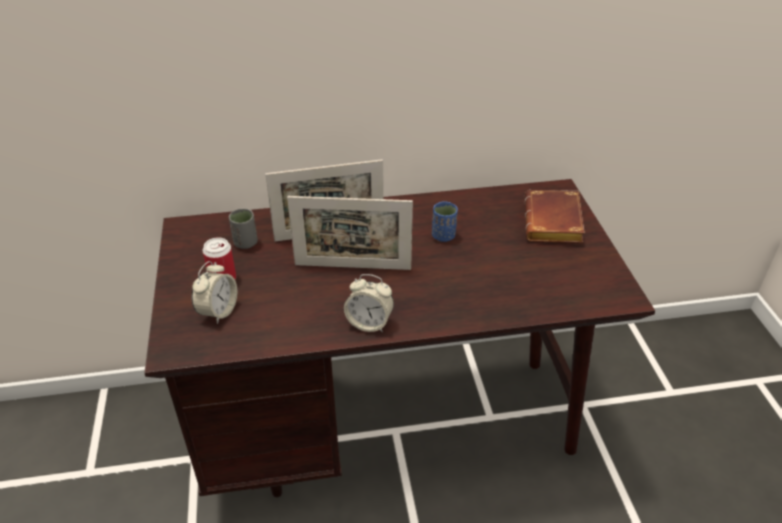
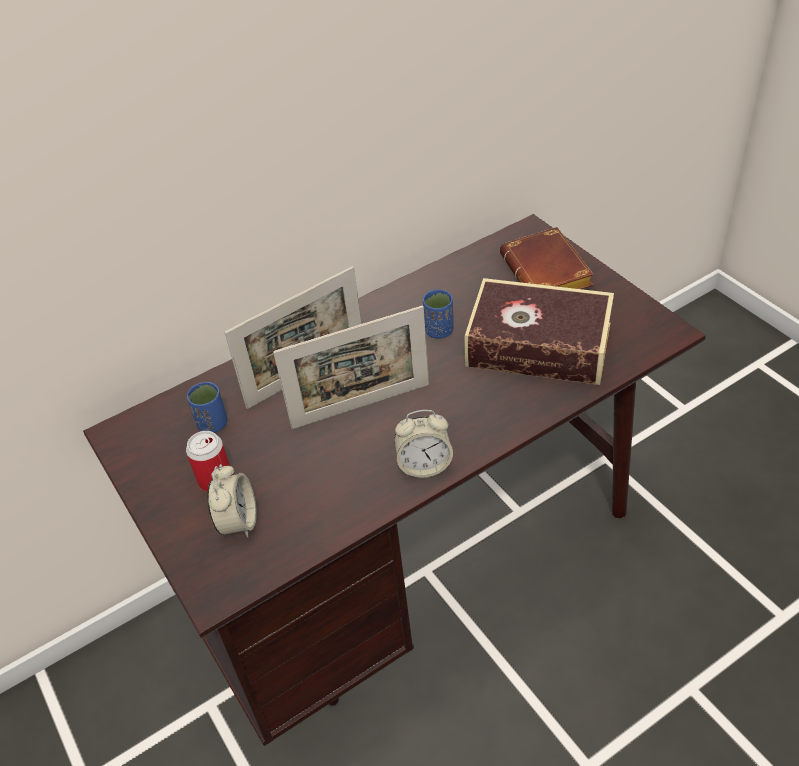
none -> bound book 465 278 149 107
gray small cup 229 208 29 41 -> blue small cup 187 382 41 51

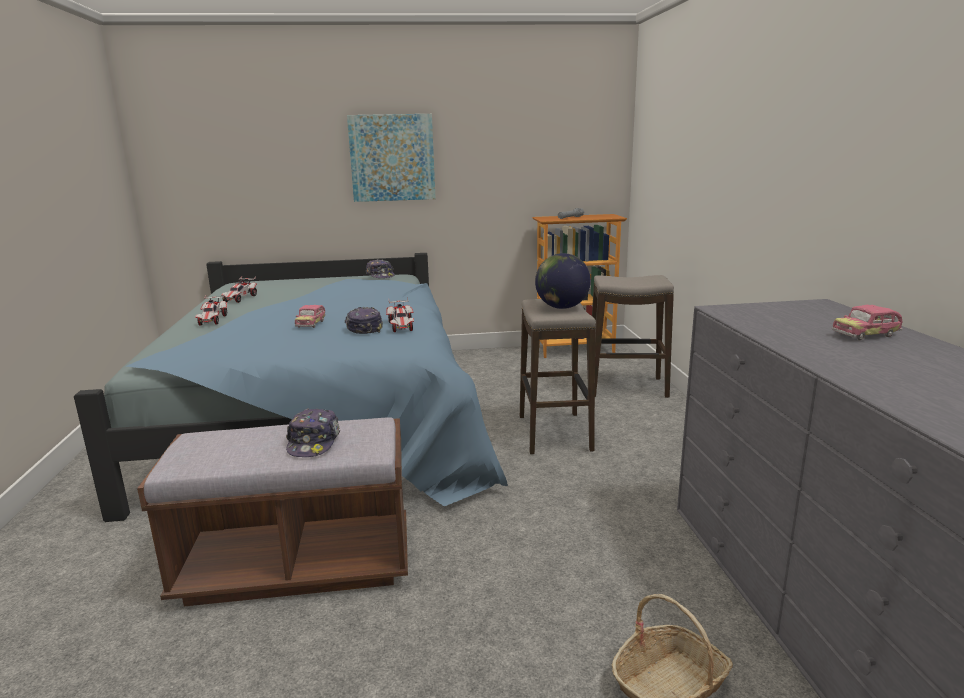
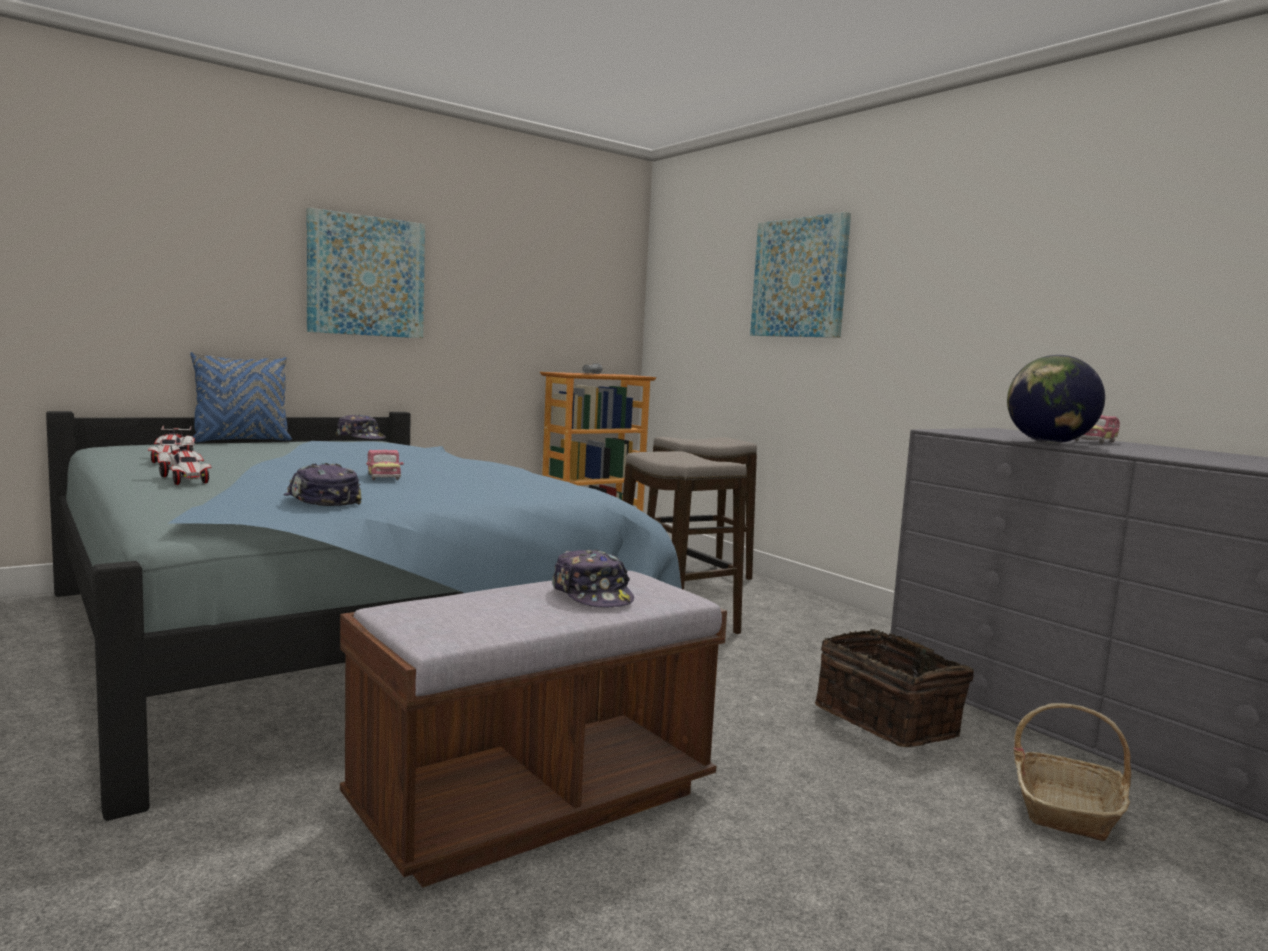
toy car 386 297 28 35 -> none
none -> blue throw pillow 190 352 102 91
none -> wall art 750 212 101 126
none -> basket 815 629 159 118
peaked cap 345 307 38 27 -> peaked cap 283 463 79 43, moved
globe 535 253 56 56 -> globe 1007 355 98 88, moved

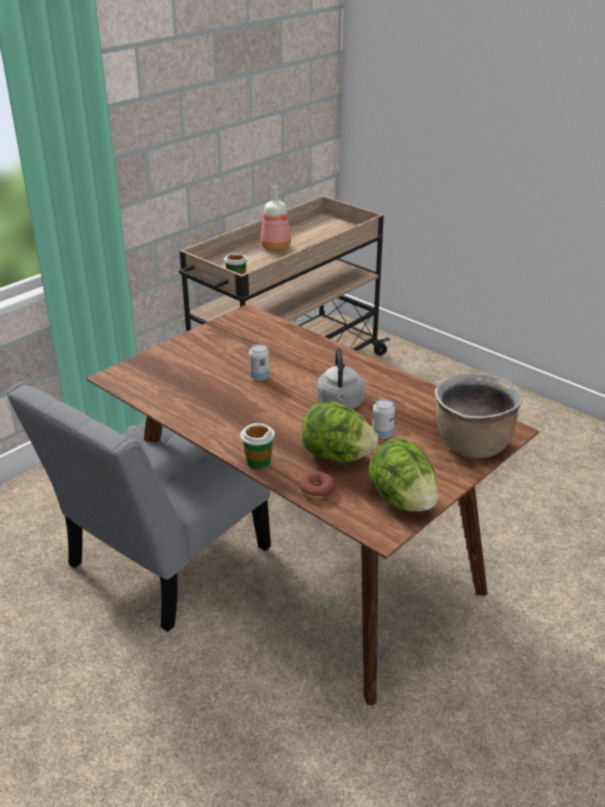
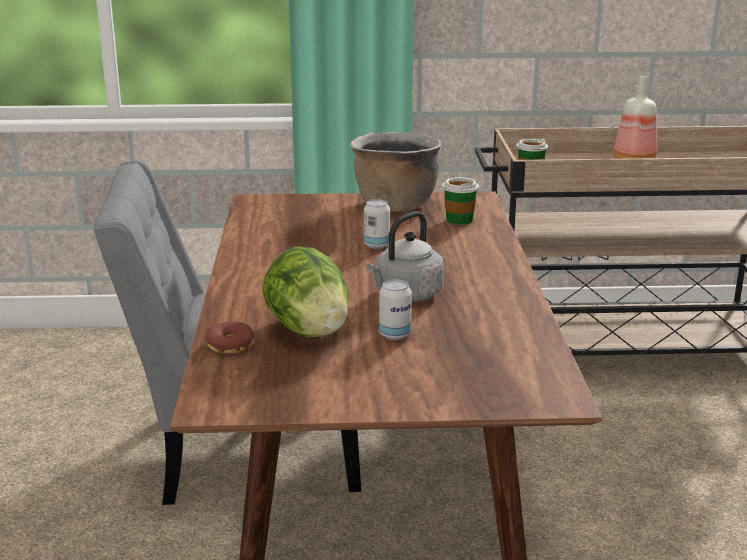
head of lettuce 369 438 69 74 -> none
small cup 240 423 35 46 -> small cup 442 177 37 48, moved
brownish stockpot 434 374 89 84 -> brownish stockpot 350 132 91 80, moved

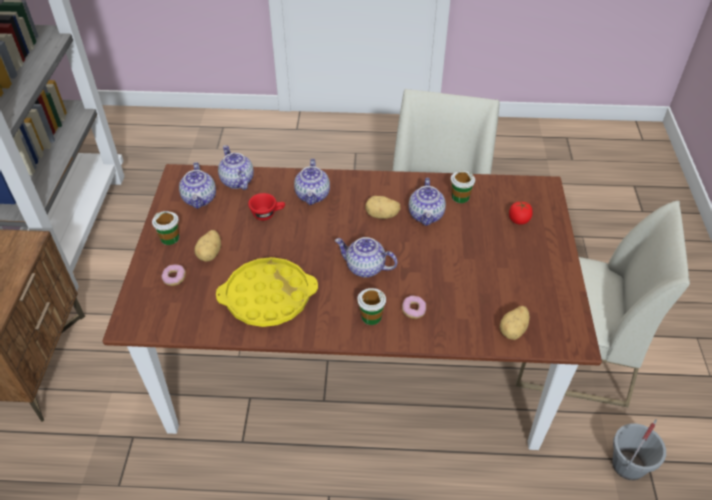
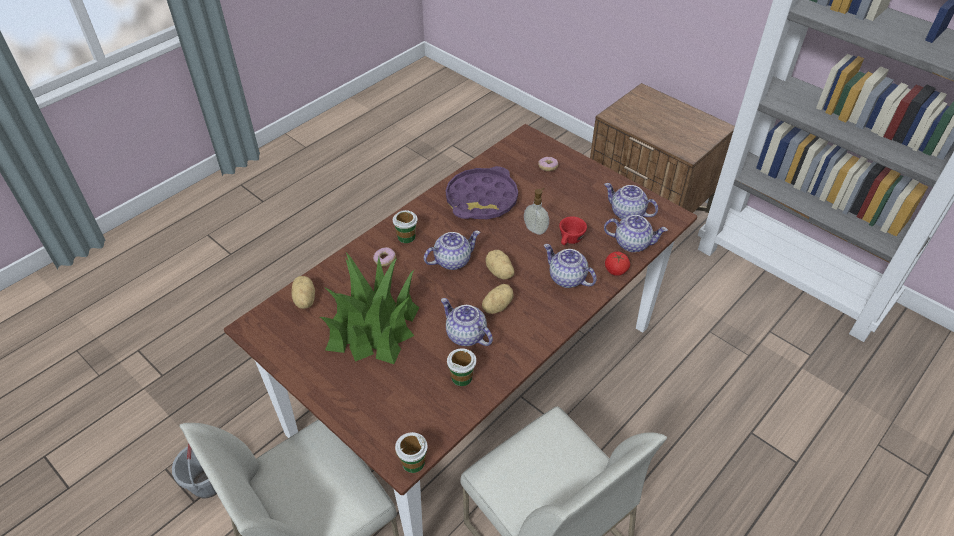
none -> potted plant 319 252 100 112
none -> soap bottle 524 188 25 47
small cup 152 211 27 34 -> small cup 395 432 33 41, moved
whole potato 194 230 27 32 -> whole potato 485 250 29 30, moved
fresh tomato 509 202 24 23 -> fresh tomato 605 252 25 24, moved
yellow carrying tray 216 257 102 70 -> purplish carrying tray 446 166 72 53

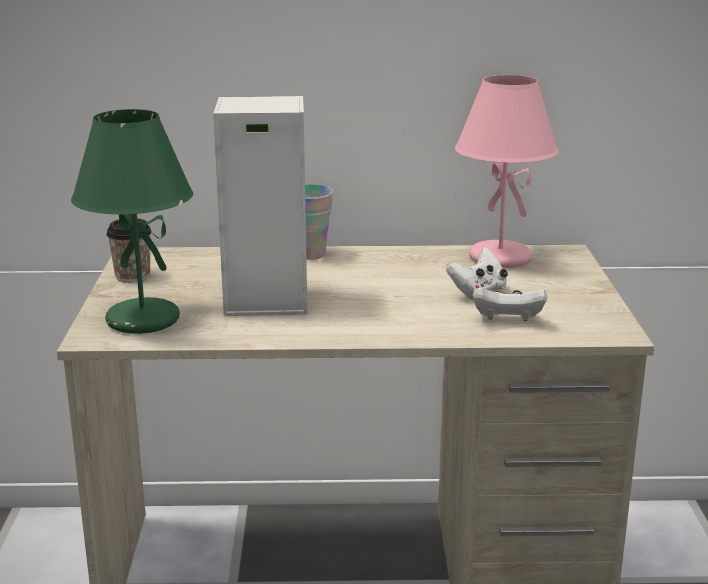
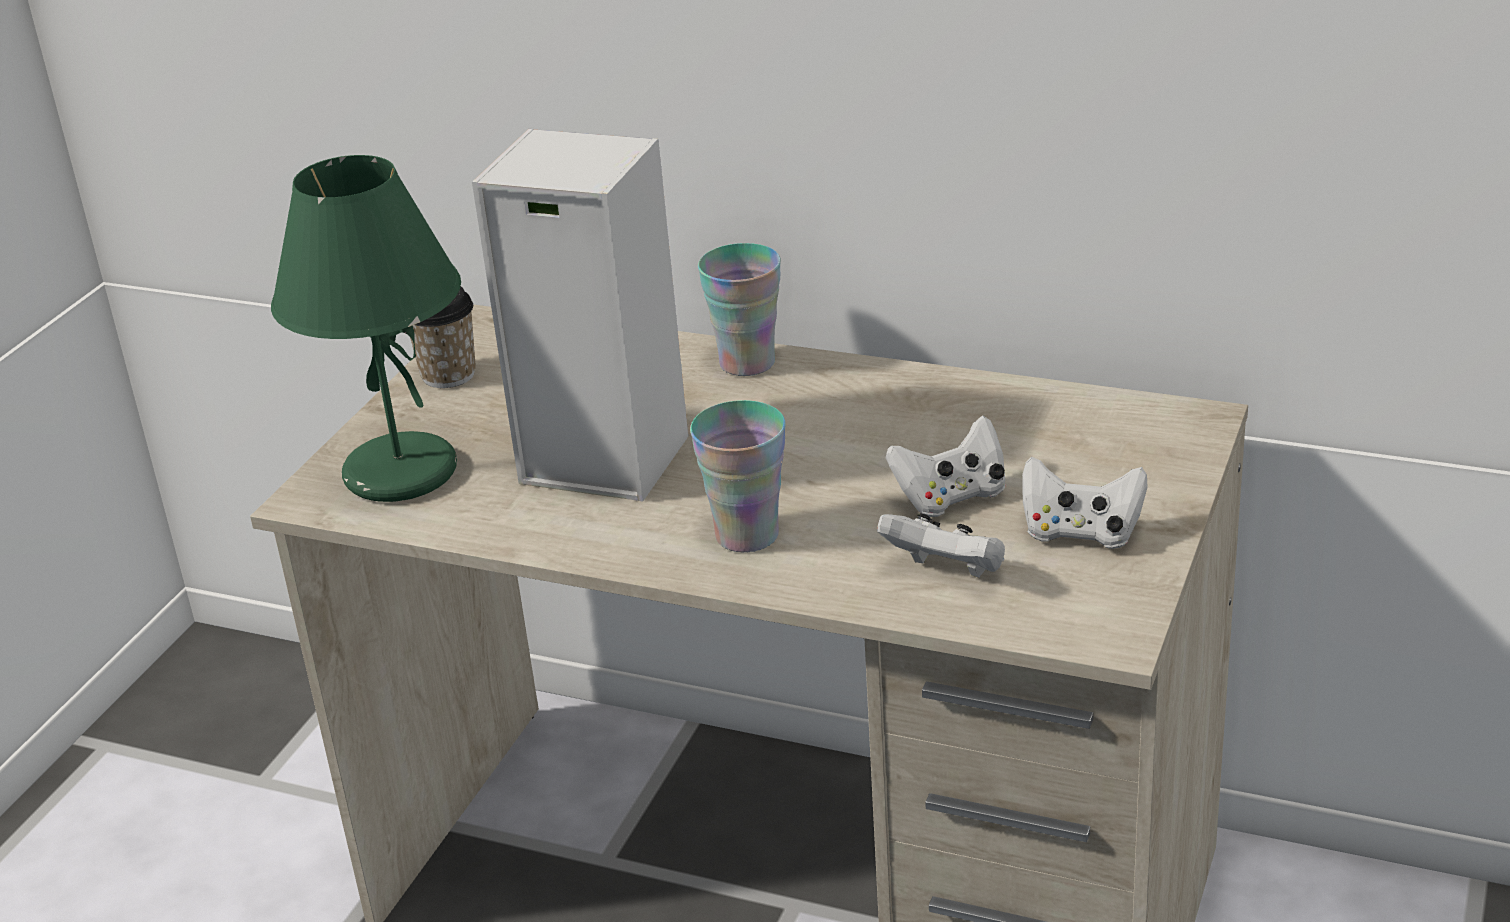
pinkish table lamp 455 75 104 193 -> none
none -> small cup 690 400 96 153
none -> white game controller 1022 457 126 92

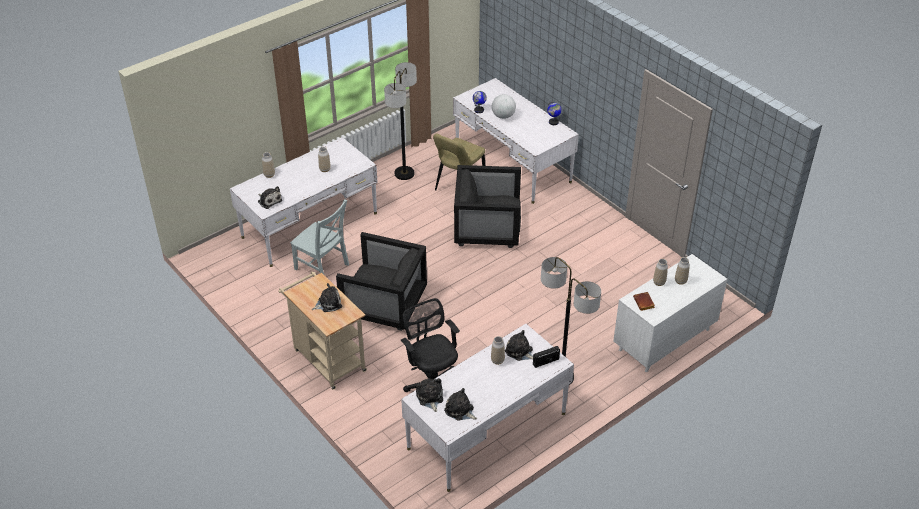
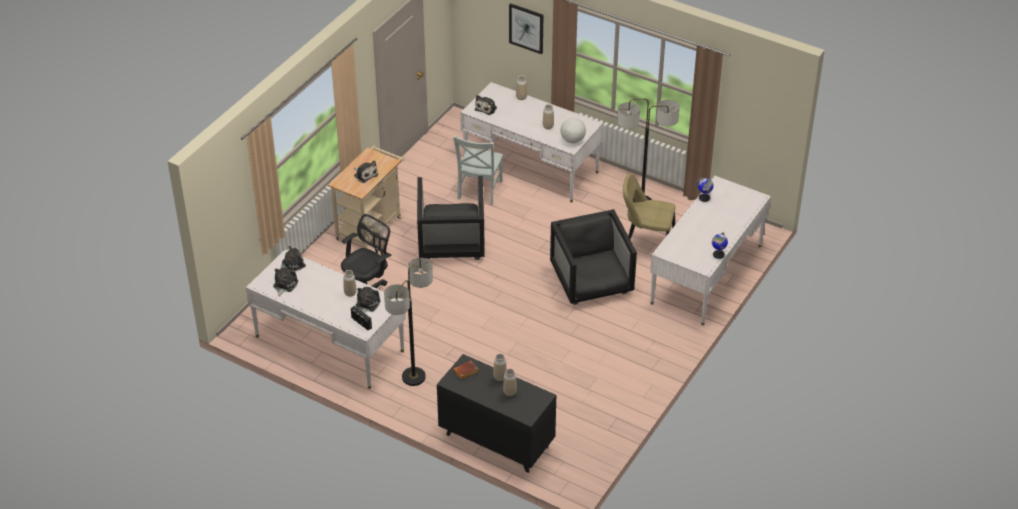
none -> wall art 509 3 34 51
globe 492 94 24 25 -> globe 560 118 26 25, moved
white drawer chest 613 254 114 118 -> black drawer chest 437 354 120 119

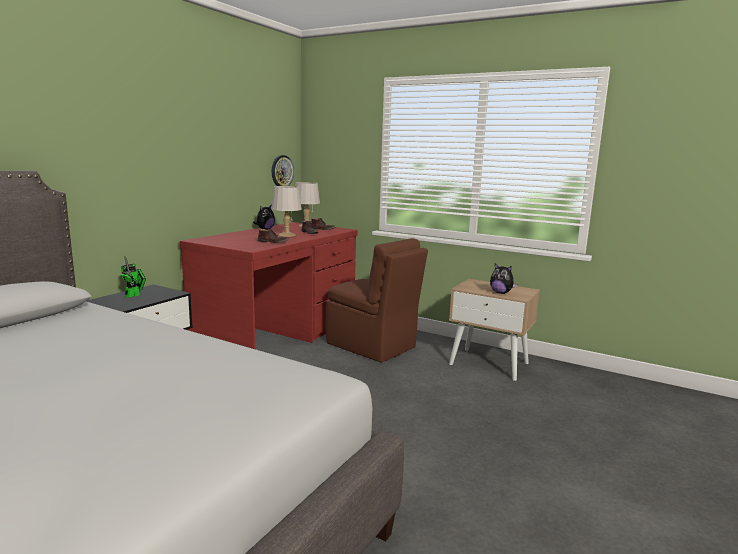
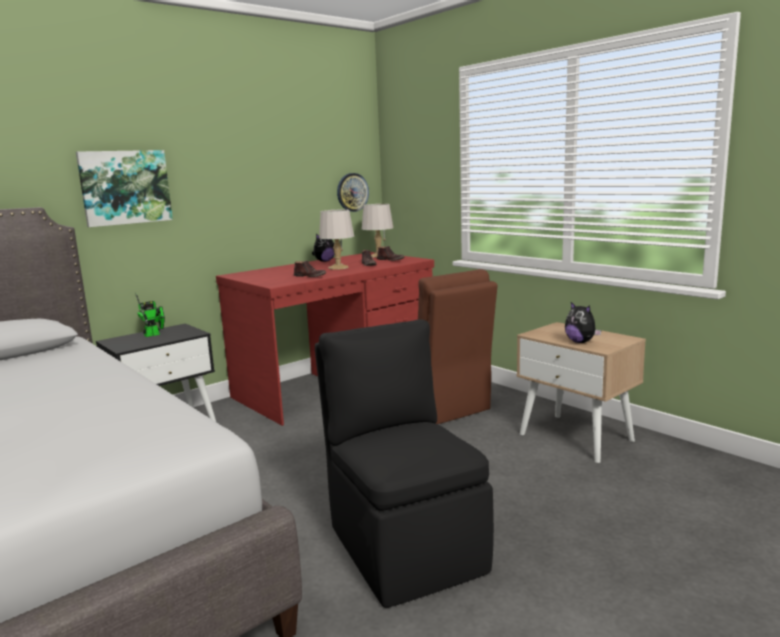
none -> wall art 76 150 97 77
none -> black chair 315 319 179 289

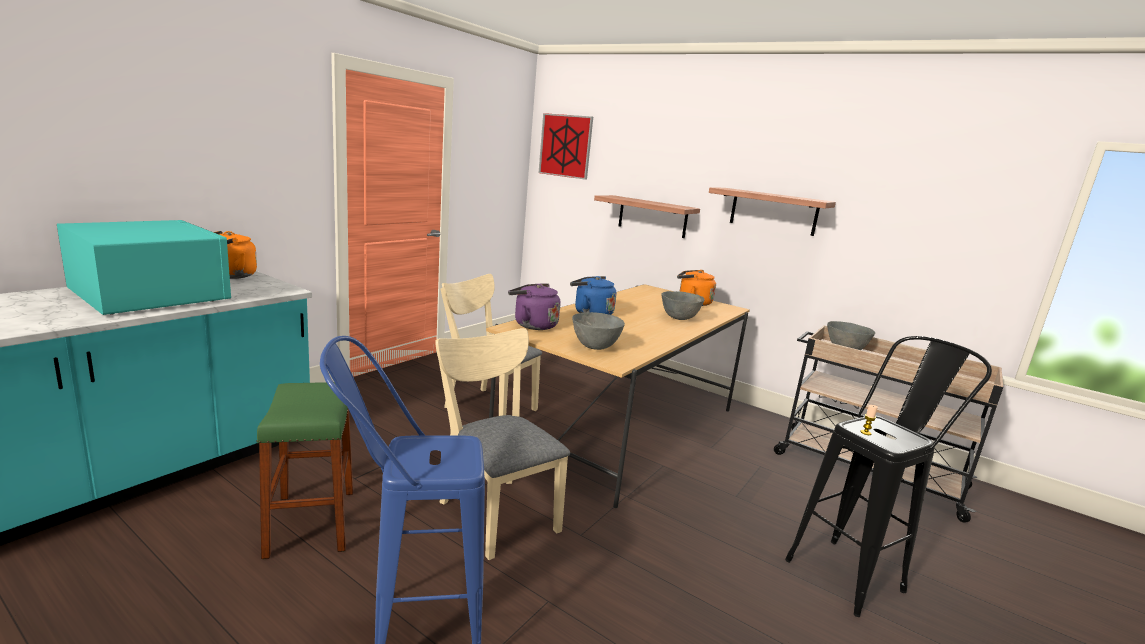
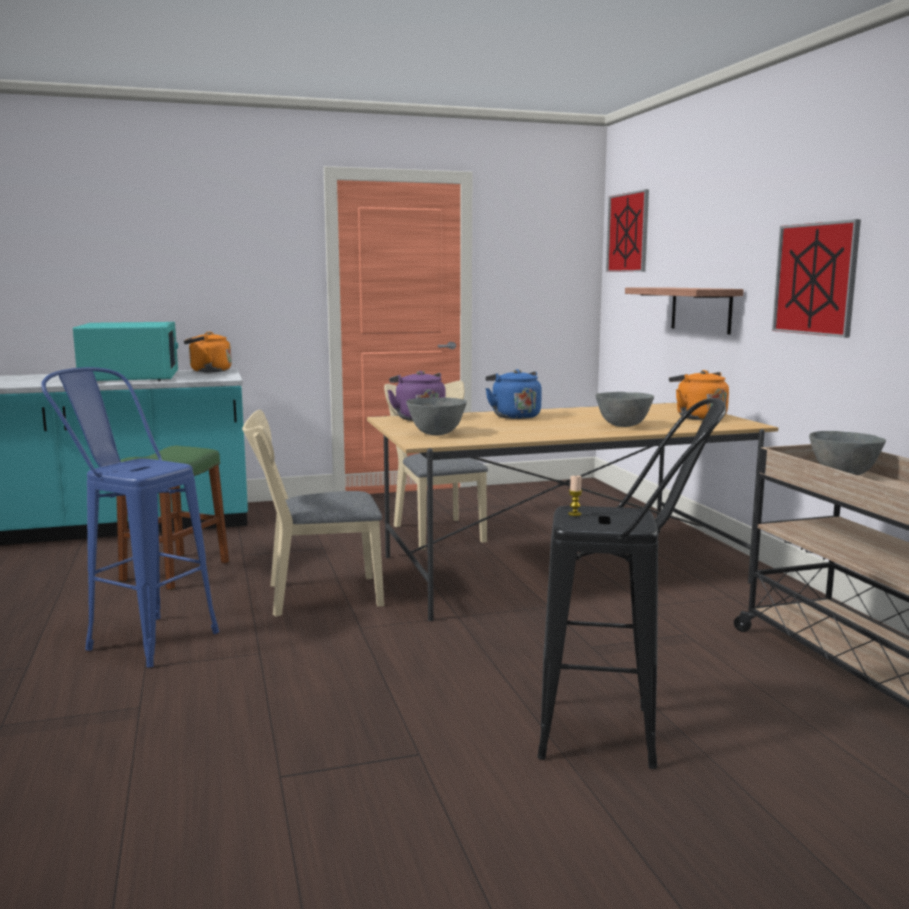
wall shelf 709 188 127 48 -> wall art 772 219 89 119
beige chair 435 328 135 232 -> beige chair 242 410 142 207, 105 degrees counterclockwise

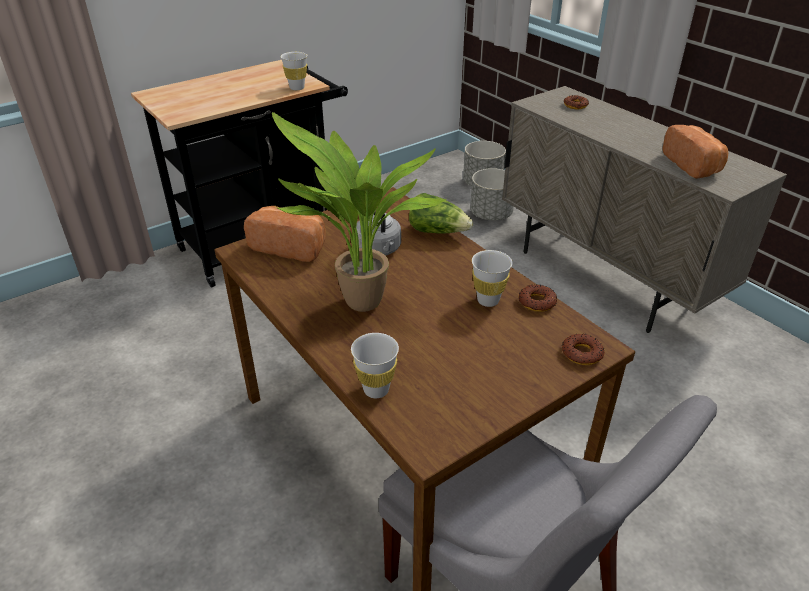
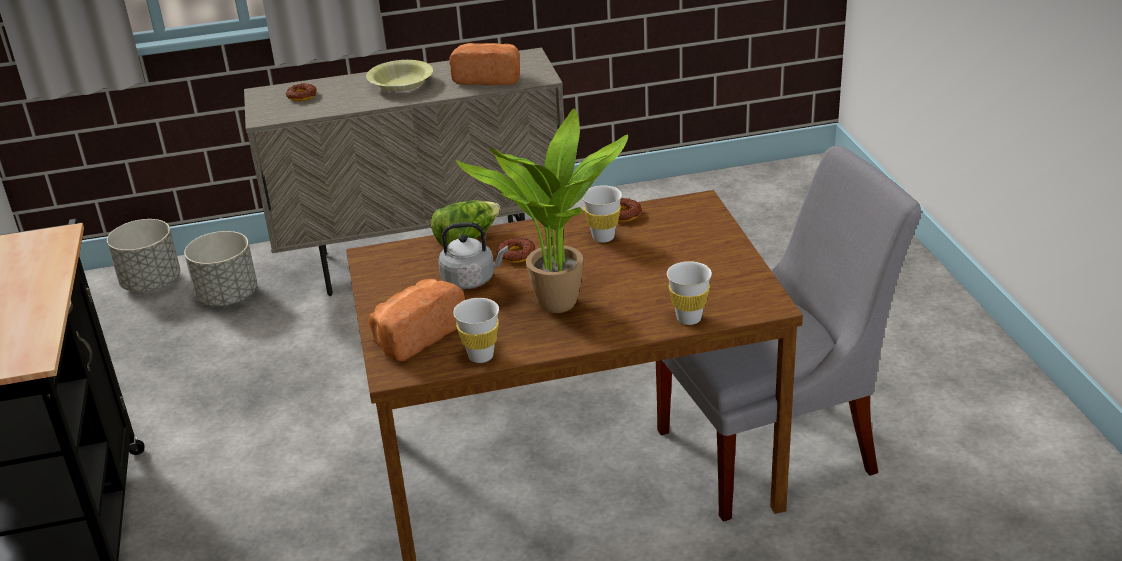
none -> yellow deep dish 366 60 67 32
white small cup 281 52 26 38 -> white small cup 453 298 46 65, moved
ring doughnut 562 334 43 31 -> ring doughnut 497 237 38 26, moved

